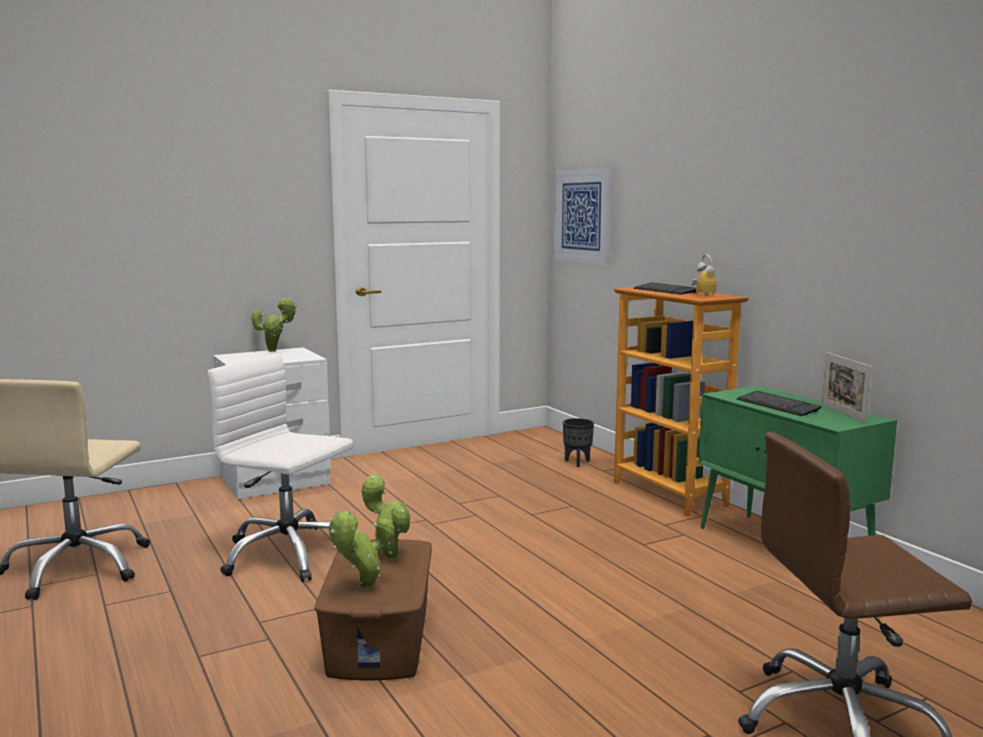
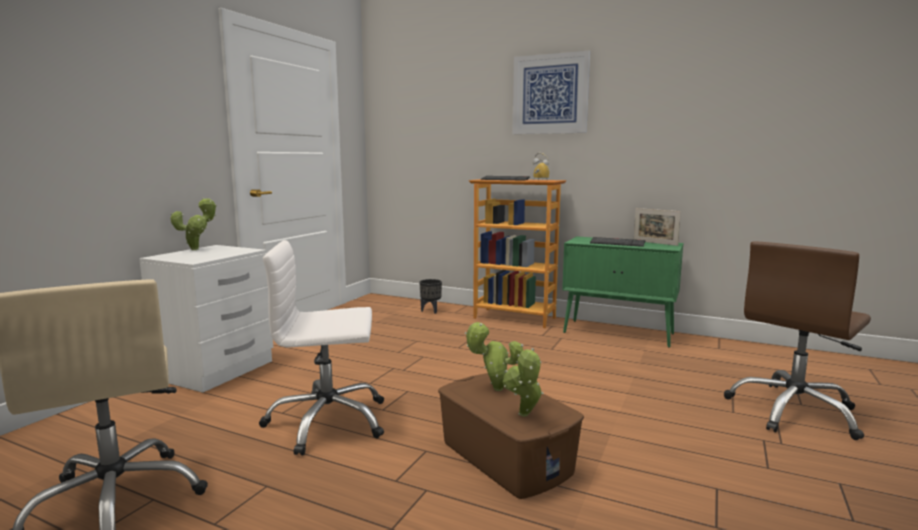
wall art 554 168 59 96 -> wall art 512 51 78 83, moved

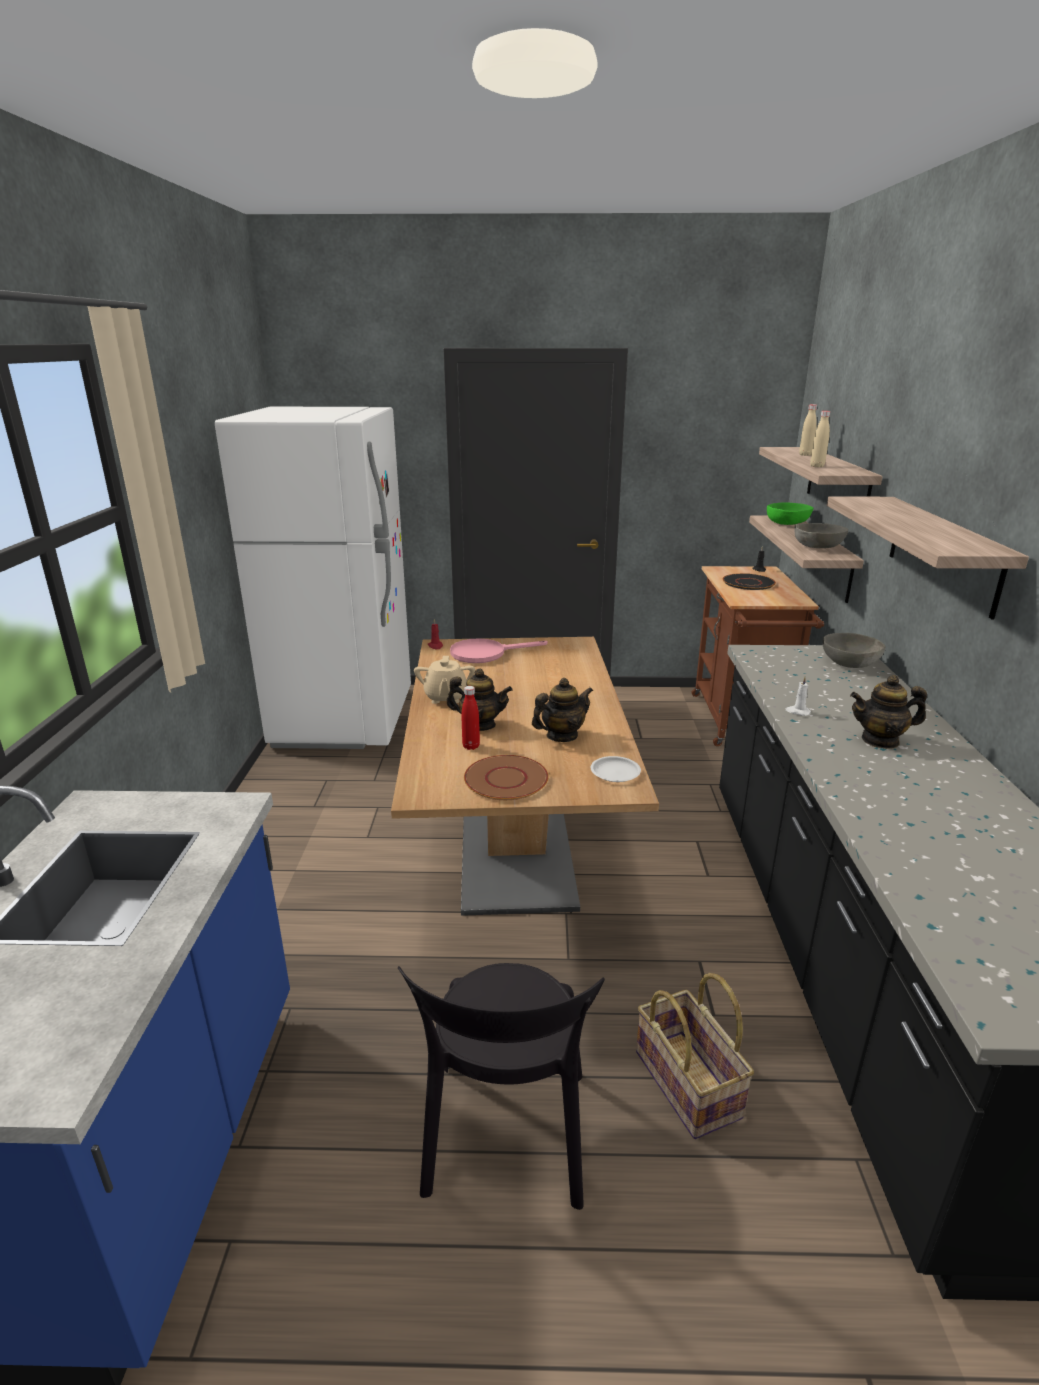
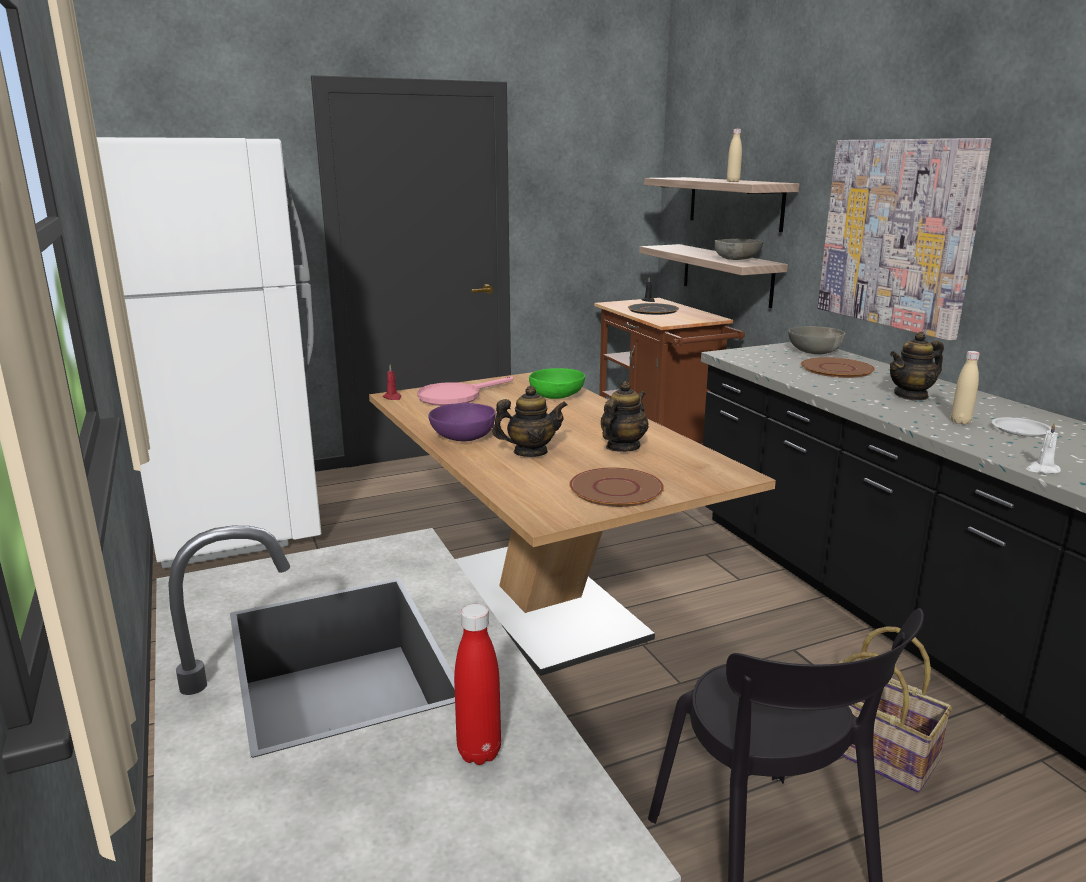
none -> brownish plate 801 357 74 21
reddish bottle 461 686 19 64 -> reddish bottle 454 604 47 161, moved
white plate 591 756 50 26 -> white plate 992 417 59 20, moved
green deep dish 767 503 46 22 -> green deep dish 529 368 56 31, moved
white wax candle 786 677 25 39 -> white wax candle 1026 422 35 51, moved
beige bottle 799 404 18 52 -> beige bottle 951 351 29 74, moved
beige teapot 414 656 61 48 -> purplish deep dish 428 403 68 38
wall shelf 827 496 202 123 -> wall art 818 138 174 203

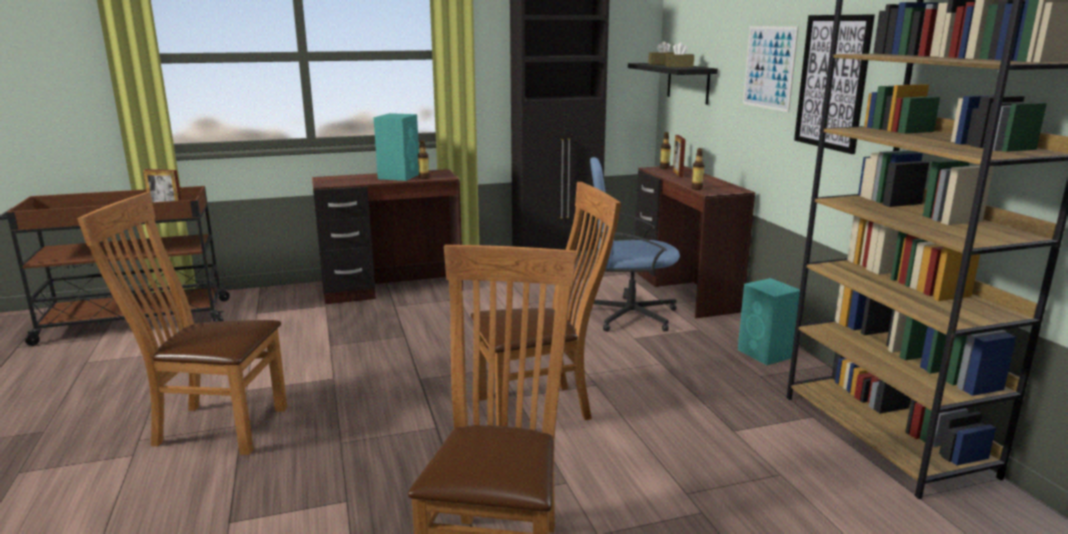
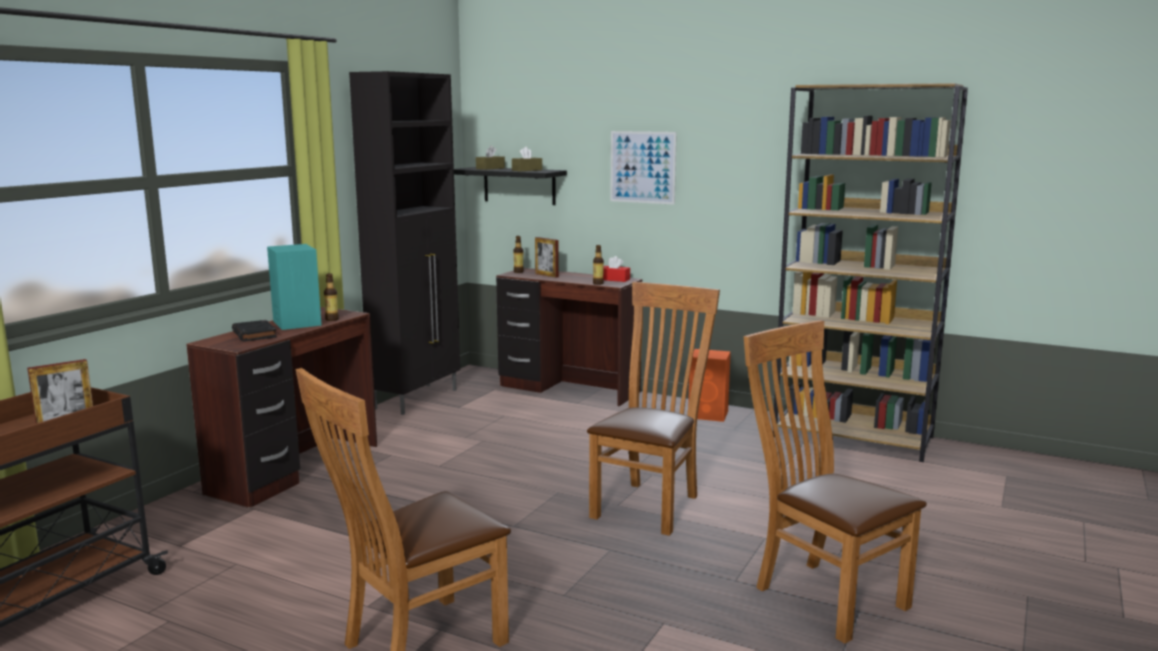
blue computer chair 590 157 90 175 -> none
wall art 794 15 81 139 -> none
none -> black bound book 232 320 45 22
none -> reddish tissue holder 603 256 27 26
turquoise speaker 738 278 62 87 -> orange speaker 688 349 43 73

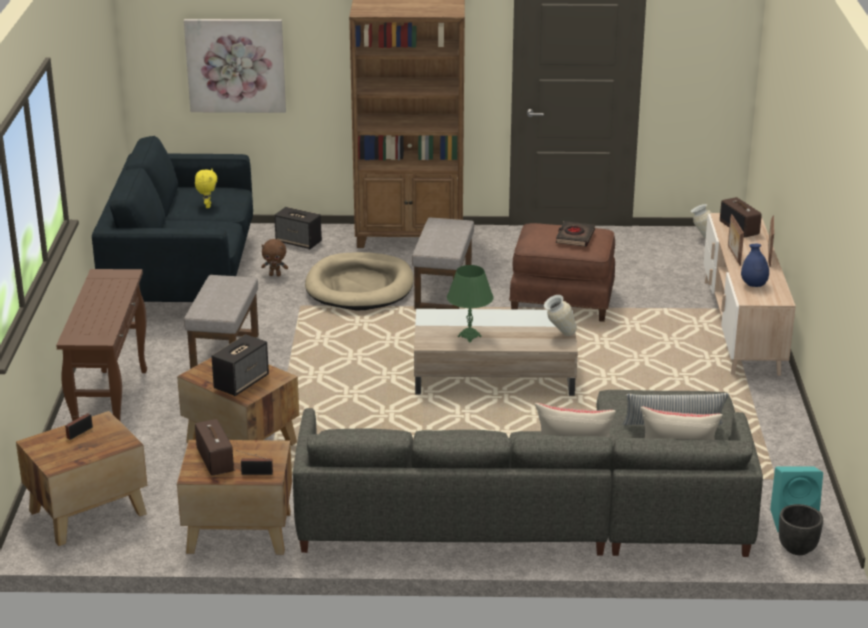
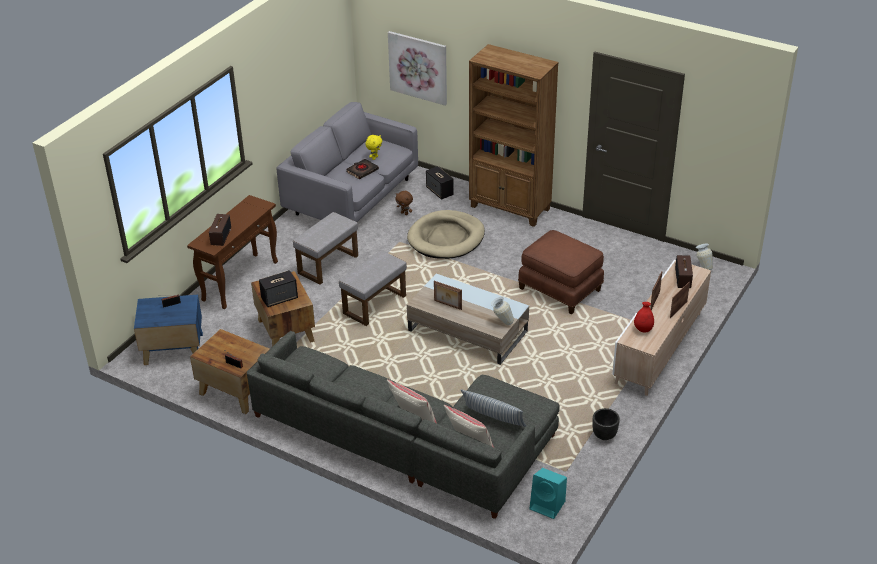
radio 195 419 39 57 -> radio 209 214 22 32, moved
gray pouffe 412 218 62 91 -> gray pouffe 339 250 68 76, moved
black bound book 556 221 39 26 -> black bound book 346 159 33 20, moved
black flower pot 779 504 44 51 -> black flower pot 592 408 28 32, moved
green table lamp 447 265 47 77 -> standing frame 434 281 28 29
brownish side table 16 411 131 135 -> blue side table 134 295 69 70
blue sofa 92 136 161 166 -> gray sofa 276 102 142 120
blue decorative vase 741 244 28 43 -> reddish decorative vase 634 302 20 30

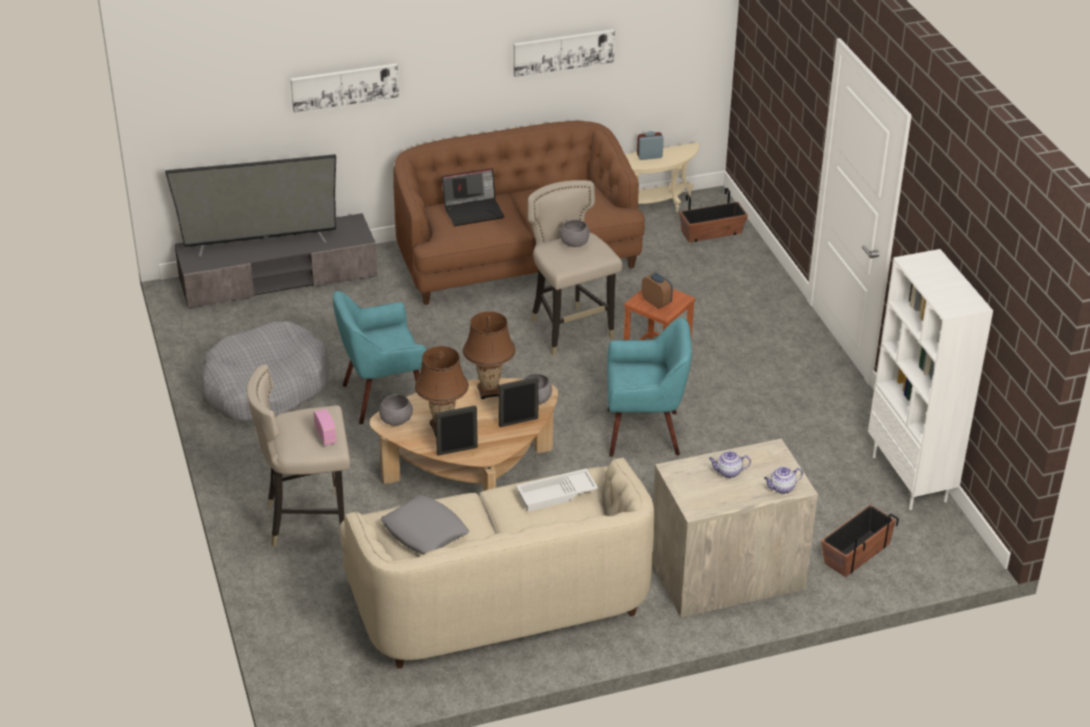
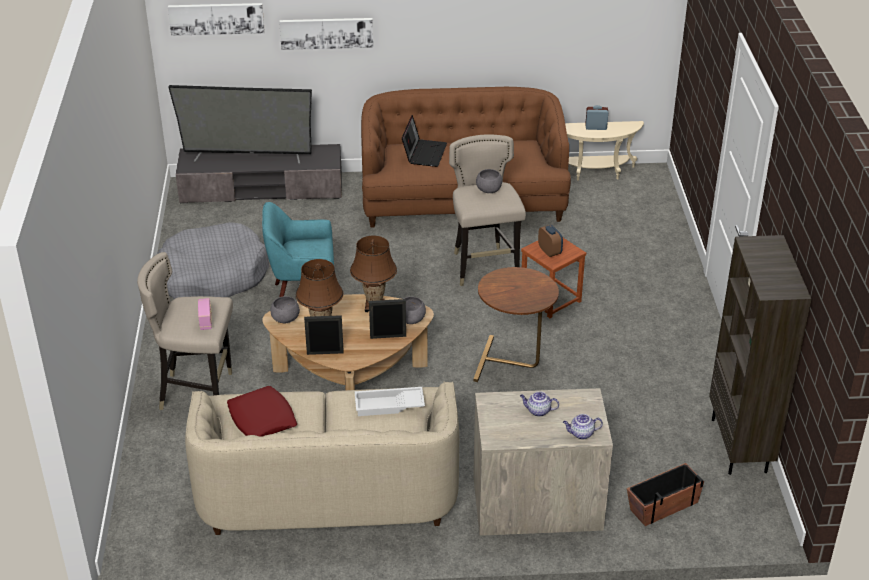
flower pot 680 188 68 55 -> none
wall art 514 29 101 48 -> wall art 168 3 97 33, moved
turquoise lounge chair 607 318 85 139 -> brownish side table 474 267 85 115
gray throw pillow 381 495 88 60 -> reddish throw pillow 227 386 70 51
white shelving unit 868 249 125 261 -> brownish shelving unit 709 235 103 240
portable computer 442 168 63 58 -> portable computer 402 115 45 52, 75 degrees counterclockwise

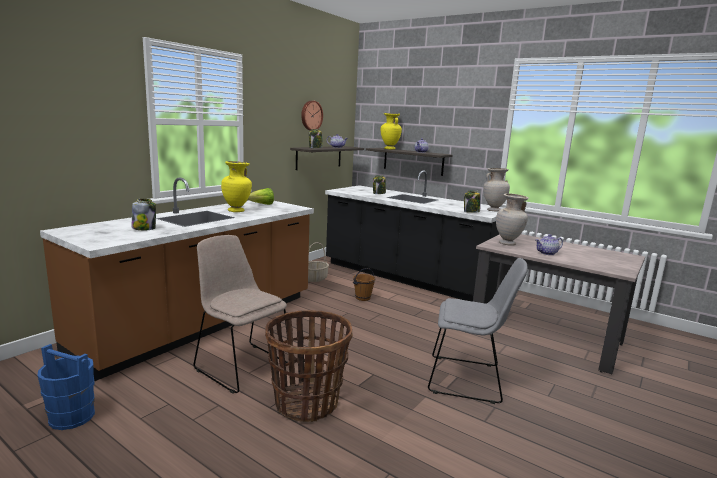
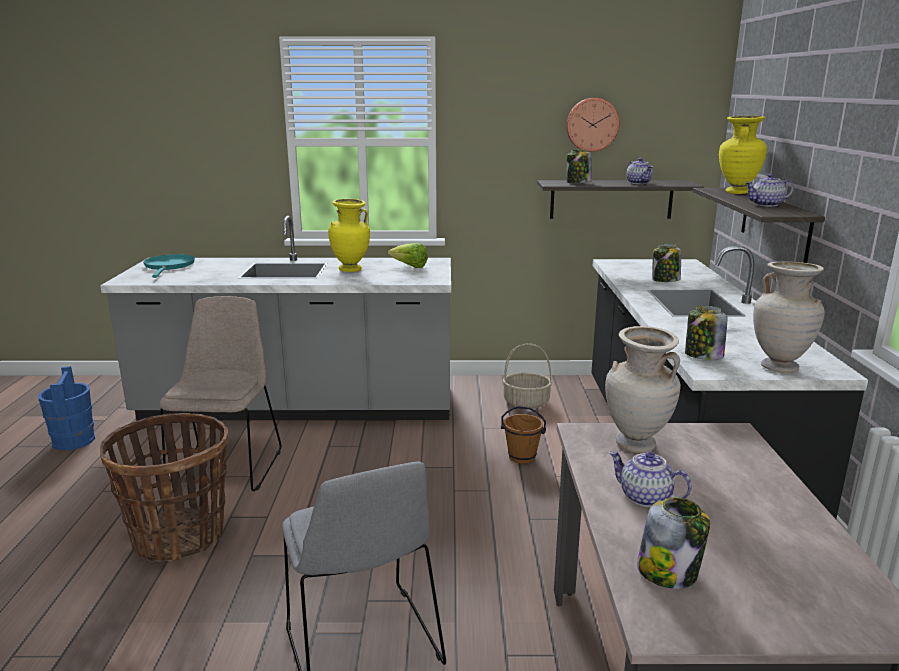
none -> turquoise skillet 143 254 52 24
jar 132 199 24 31 -> jar 637 497 73 92, moved
brownish kitchen counter 40 177 274 204 -> gray kitchen counter 100 216 351 204

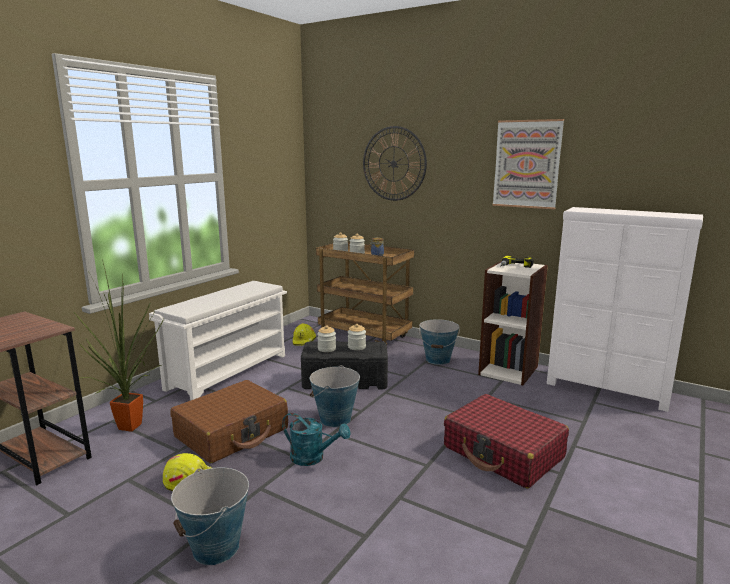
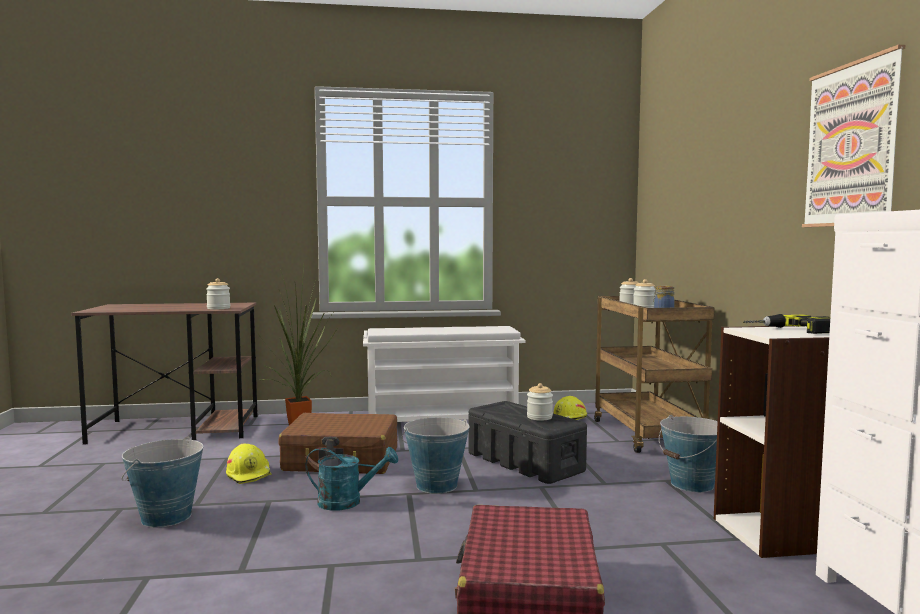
hanging clock 363 126 64 75 -> none
jar 317 325 19 27 -> jar 206 278 24 31, moved
turquoise watering can 282 413 69 53 -> turquoise watering can 305 447 93 64, 75 degrees counterclockwise

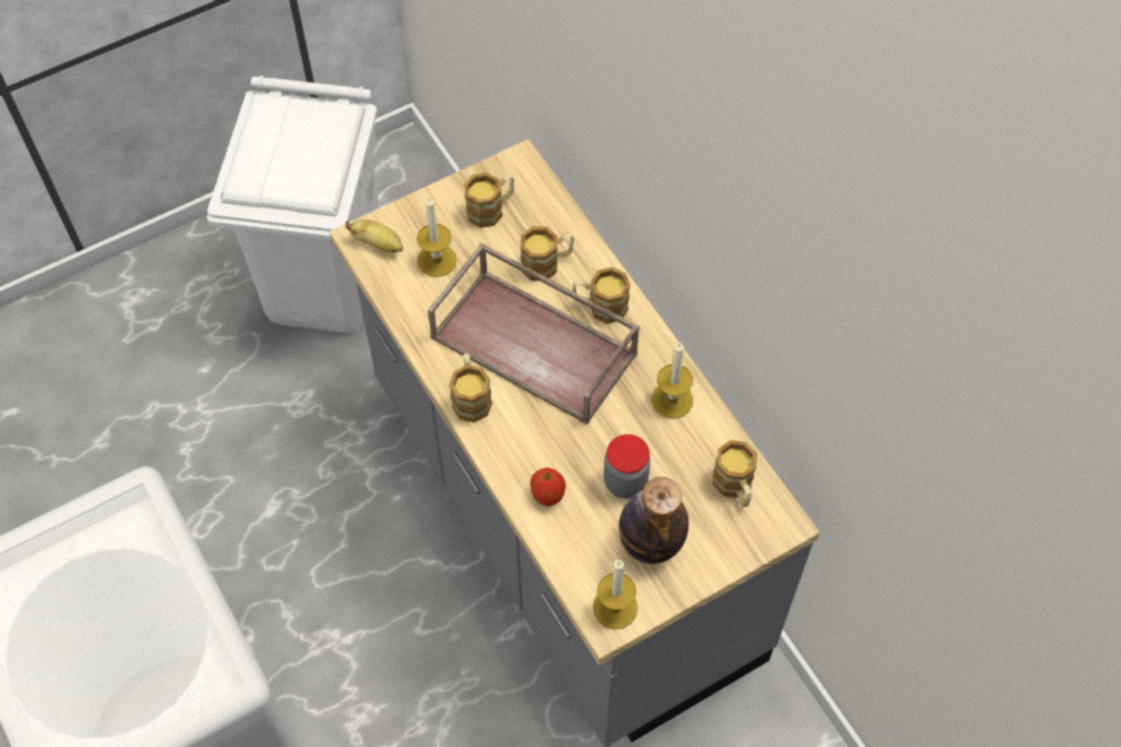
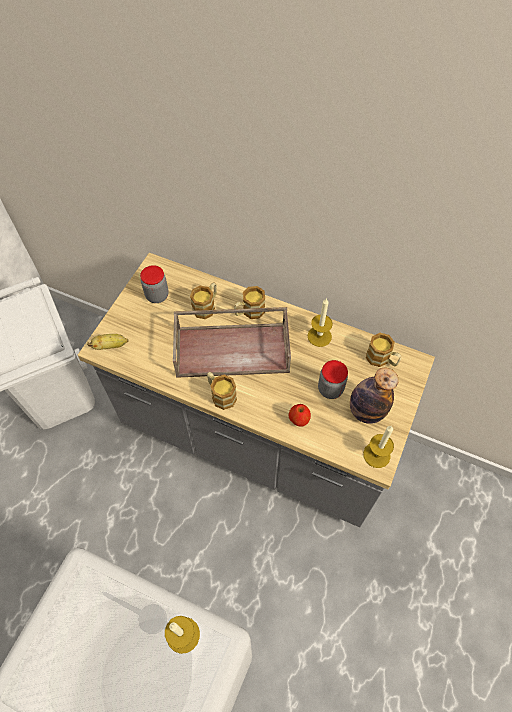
wax candle 417 197 40 80 -> wax candle 165 616 35 38, moved
coffee mug 464 173 50 55 -> jar 140 265 29 38

